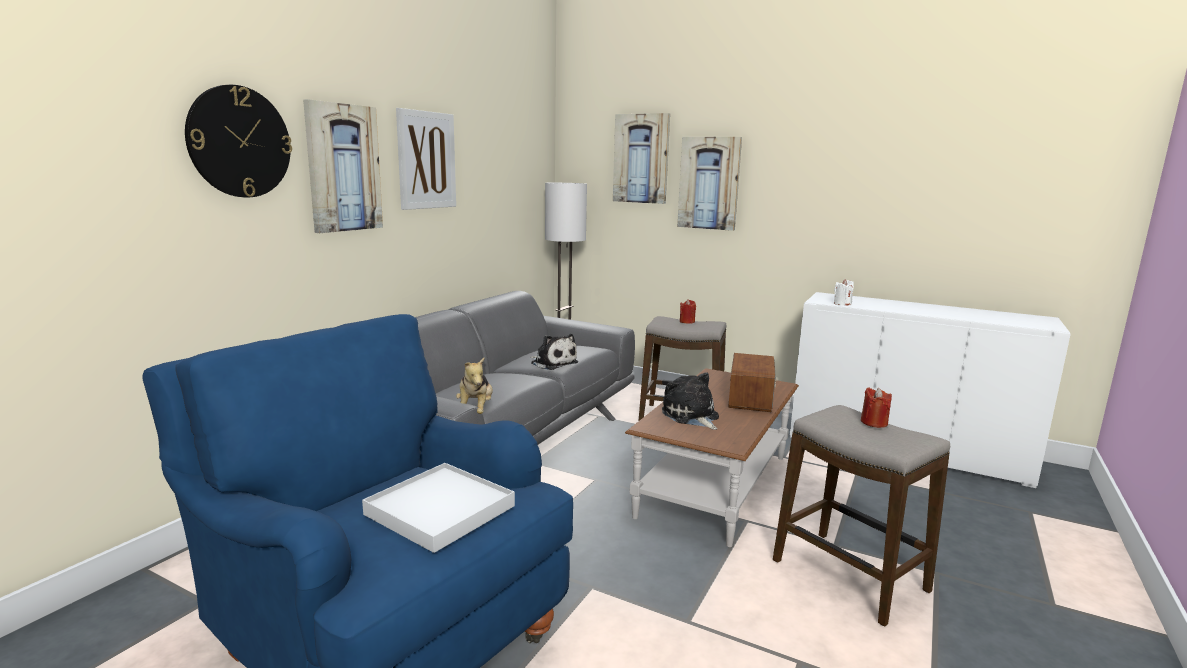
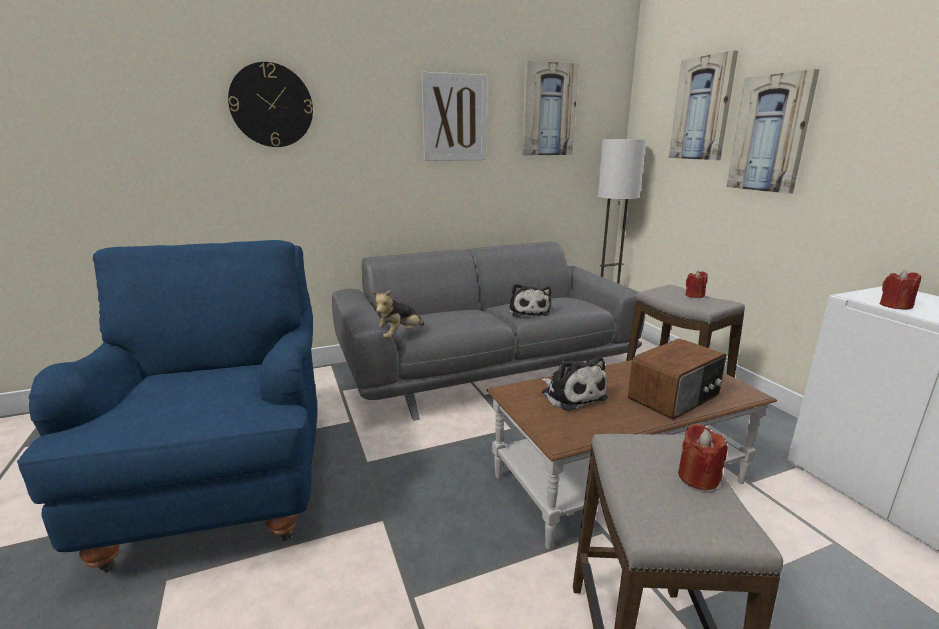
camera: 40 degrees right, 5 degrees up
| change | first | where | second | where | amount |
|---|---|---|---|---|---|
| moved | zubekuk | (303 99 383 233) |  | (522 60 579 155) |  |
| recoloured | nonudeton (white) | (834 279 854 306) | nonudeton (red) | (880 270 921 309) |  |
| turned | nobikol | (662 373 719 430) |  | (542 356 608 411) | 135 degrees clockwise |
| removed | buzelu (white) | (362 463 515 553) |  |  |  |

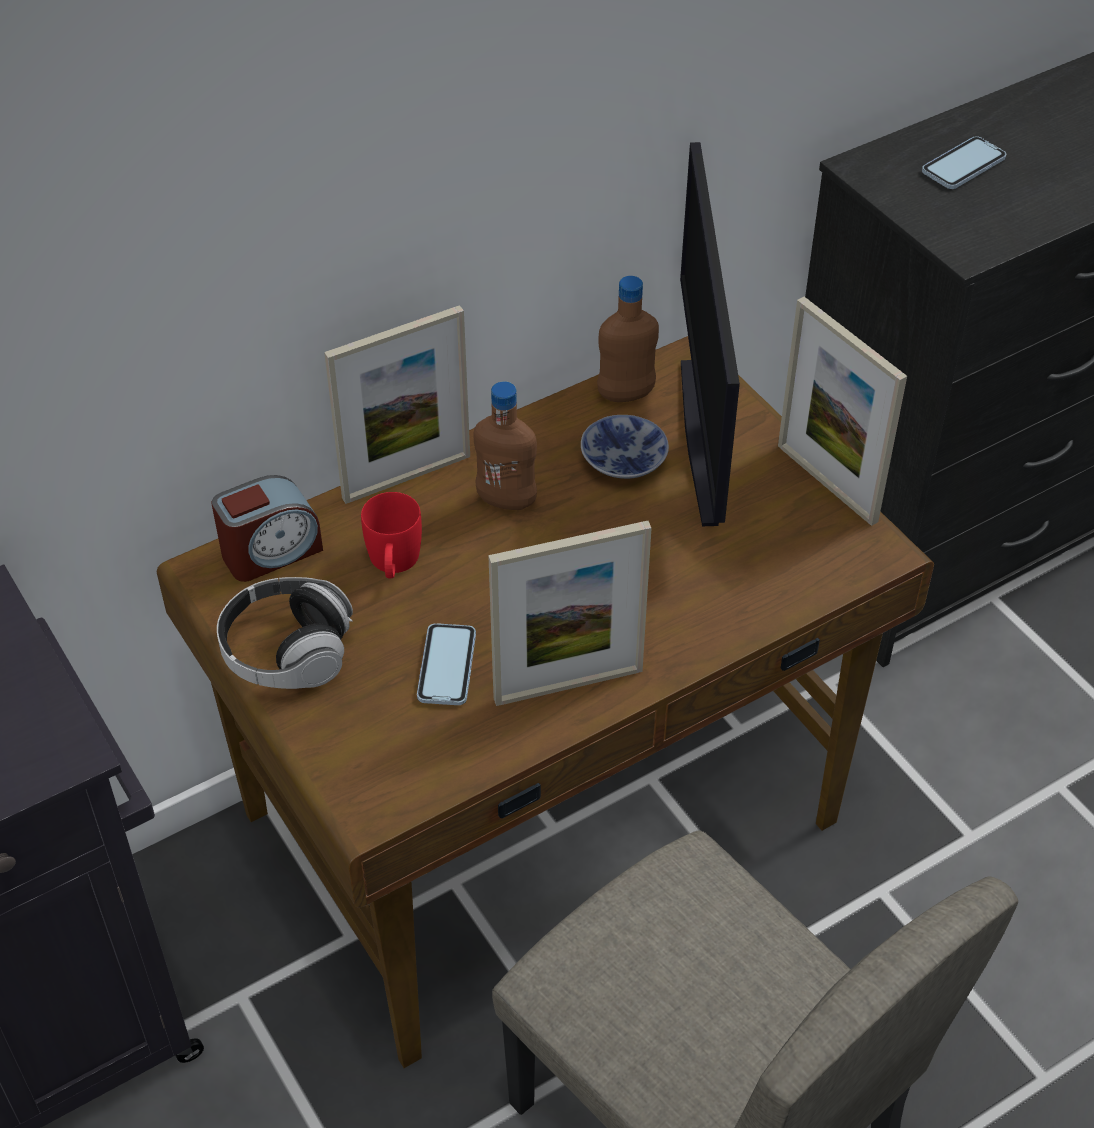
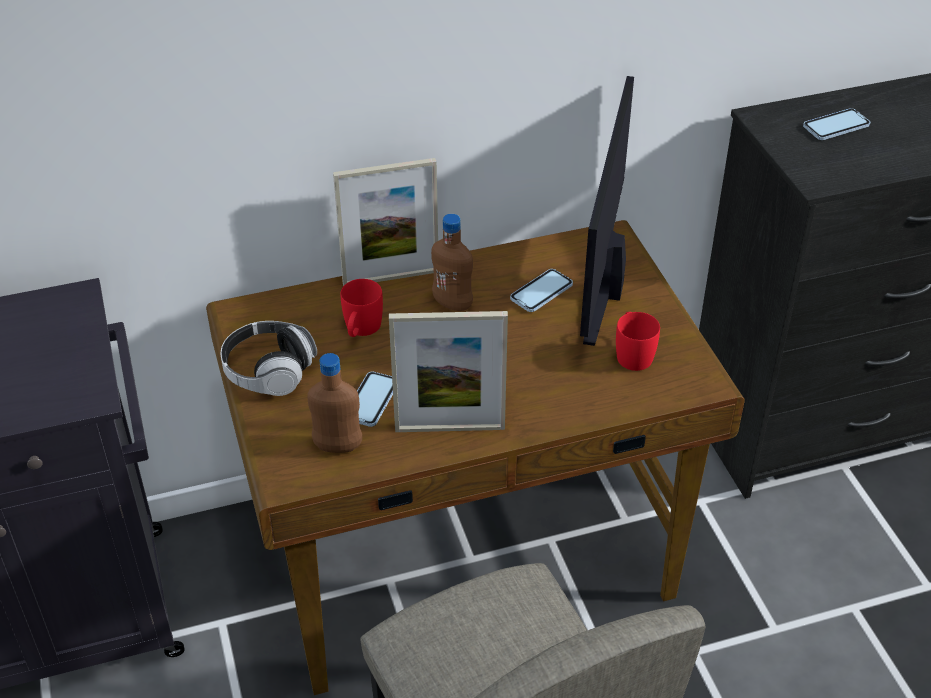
camera: 15 degrees right, 5 degrees down
| change | first | where | second | where | amount |
|---|---|---|---|---|---|
| moved | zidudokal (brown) | (597 276 659 402) |  | (307 353 362 453) |  |
| removed | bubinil | (778 297 907 526) |  |  |  |
| replaced | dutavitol | (581 415 669 479) | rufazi | (510 269 573 312) |  |
| removed | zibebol | (212 475 323 582) |  |  |  |
| added |  |  | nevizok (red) | (616 312 660 371) |  |

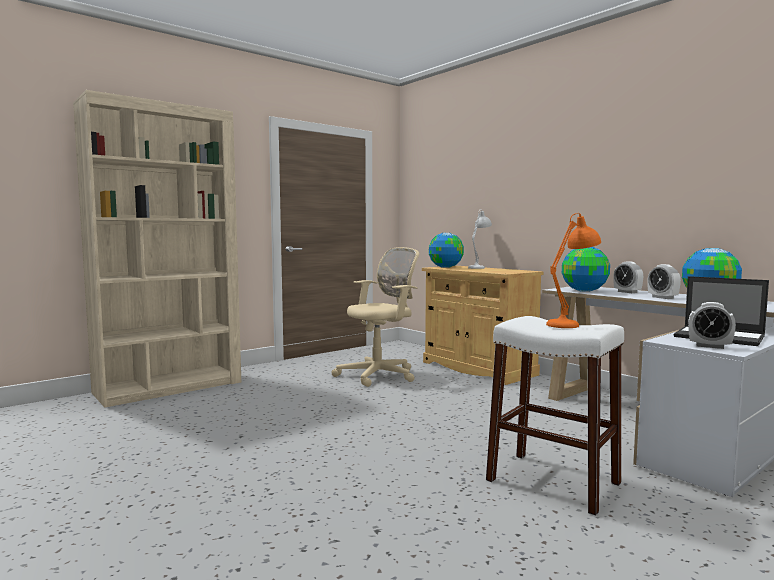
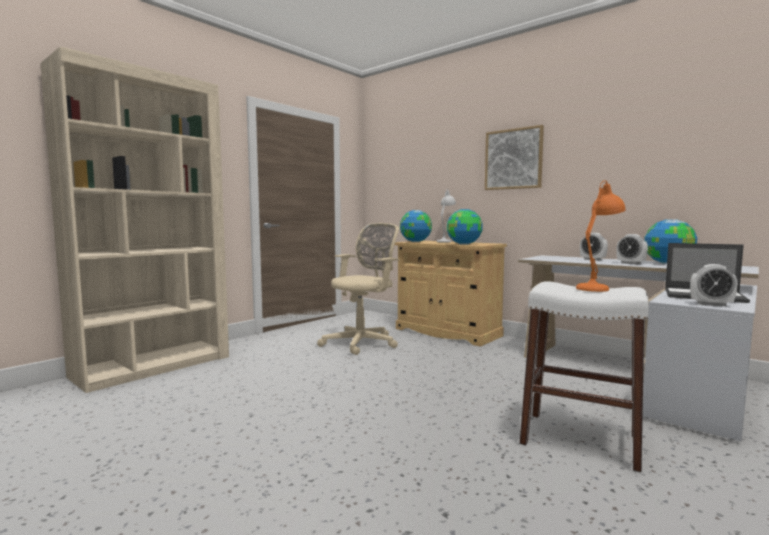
camera: 10 degrees left, 0 degrees up
| change | first | where | second | where | amount |
|---|---|---|---|---|---|
| moved | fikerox | (562 247 610 292) |  | (447 209 483 245) |  |
| added |  |  | zubekuk | (485 125 544 190) |  |

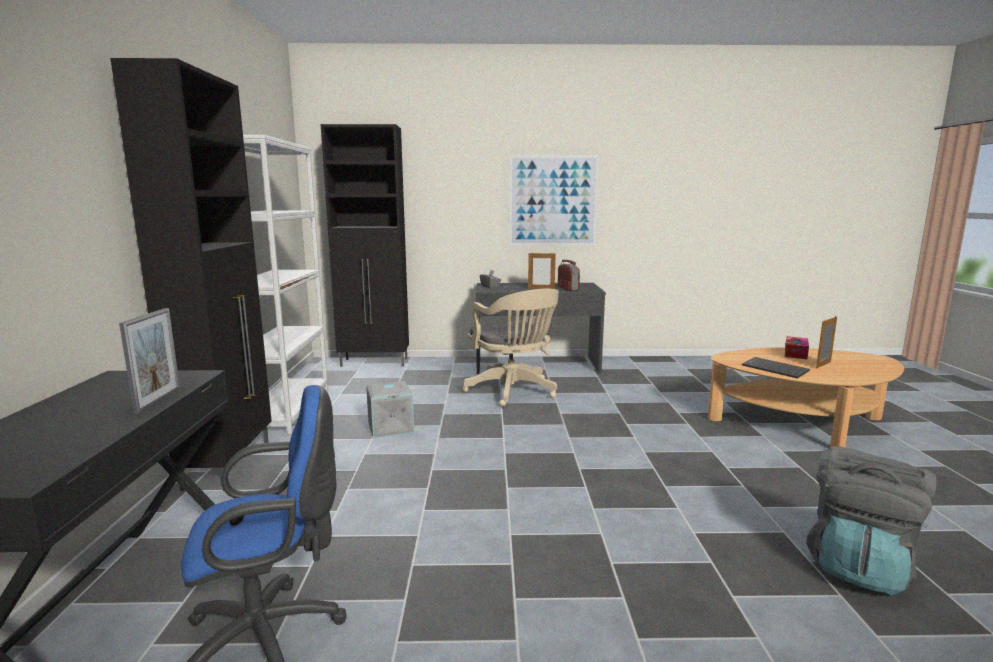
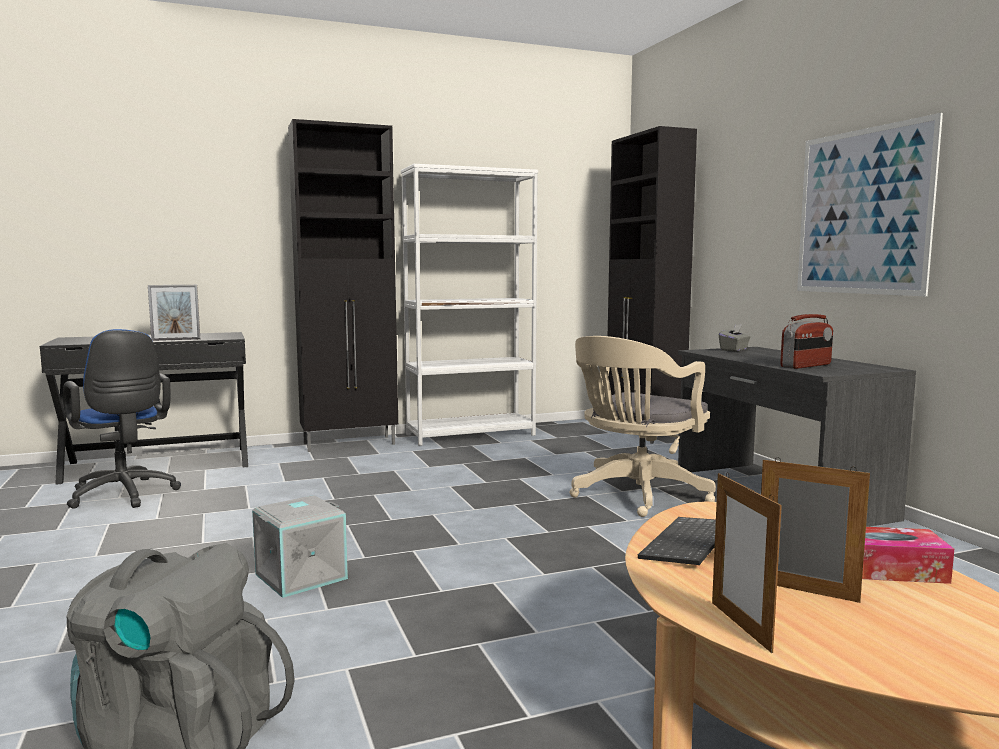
camera: 70 degrees right, 5 degrees down
| change | first | where | second | where | amount |
|---|---|---|---|---|---|
| moved | bubinil | (528 253 556 289) |  | (712 473 782 653) |  |
| moved | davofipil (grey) | (366 381 414 438) |  | (252 495 348 598) |  |

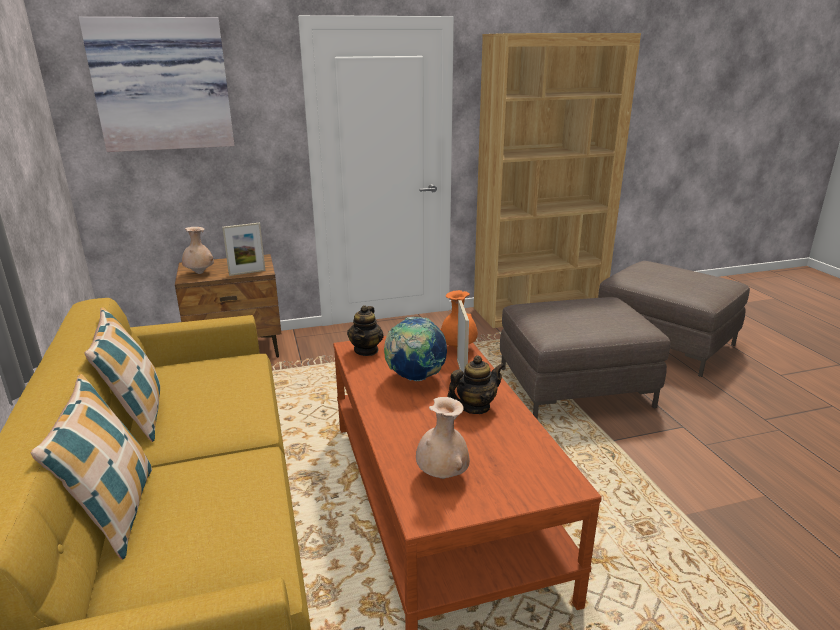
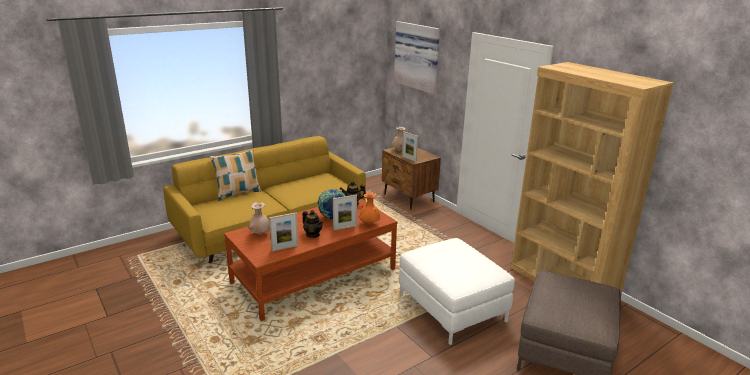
camera: 70 degrees right, 0 degrees up
| change | first | where | second | where | amount |
|---|---|---|---|---|---|
| recoloured | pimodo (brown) | (500 297 670 420) | pimodo (white) | (399 238 515 345) |  |
| removed | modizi | (84 307 160 442) |  |  |  |
| added |  |  | bubinil | (269 213 298 251) |  |

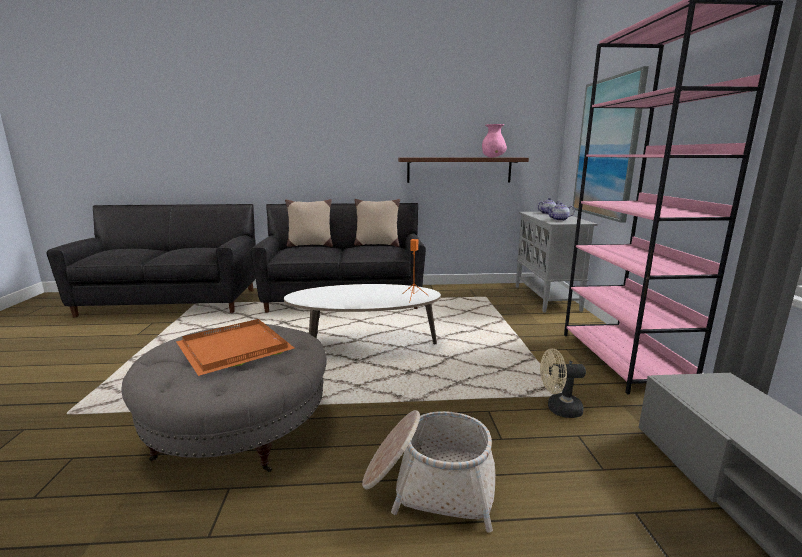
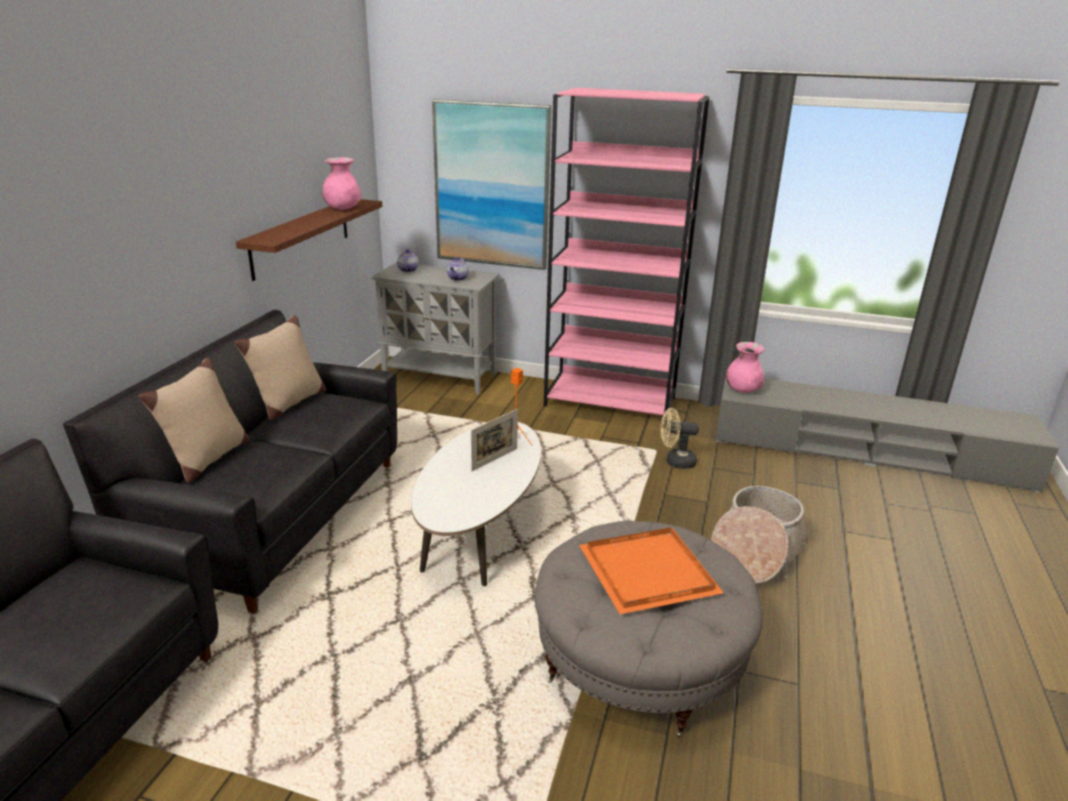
camera: 70 degrees left, 10 degrees up
| change | first | where | second | where | amount |
|---|---|---|---|---|---|
| turned | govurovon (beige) | (540 348 586 418) |  | (661 408 699 469) | 75 degrees clockwise |
| added |  |  | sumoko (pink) | (726 342 765 393) |  |
| added |  |  | bubinil | (471 409 518 471) |  |

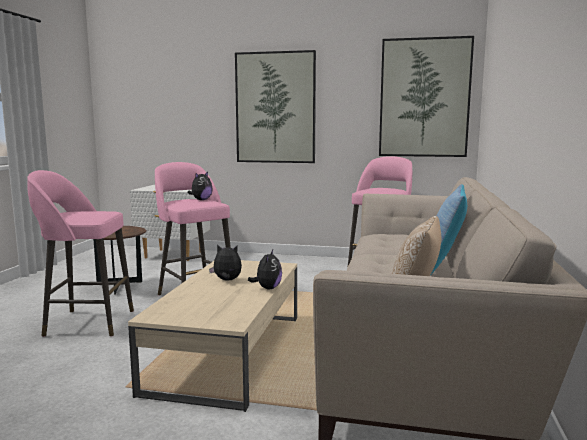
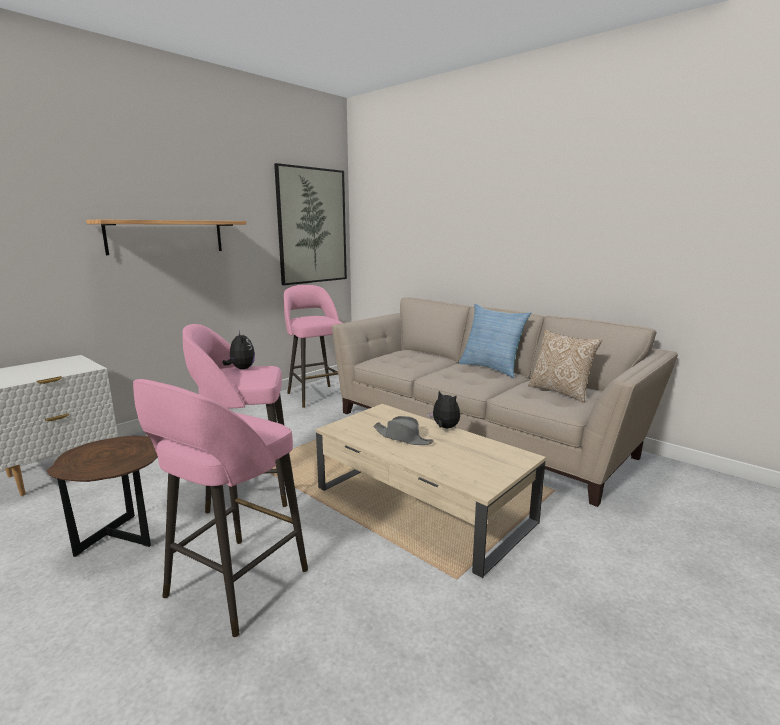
camera: 60 degrees left, 5 degrees up
| change | first | where | second | where | amount |
|---|---|---|---|---|---|
| replaced | zubekuk | (235 50 316 163) | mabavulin | (86 219 246 255) |  |
| replaced | nobikol | (209 244 242 280) | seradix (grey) | (373 416 434 445) |  |

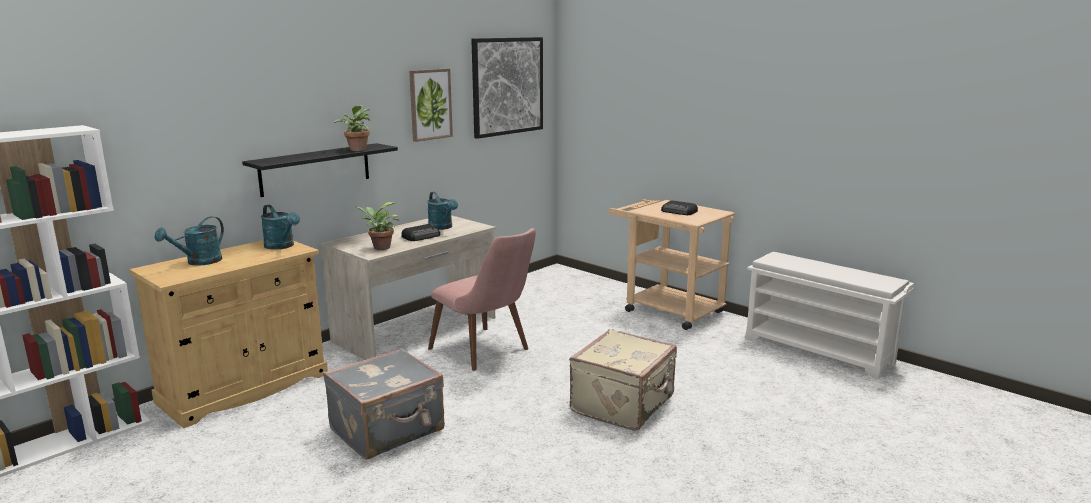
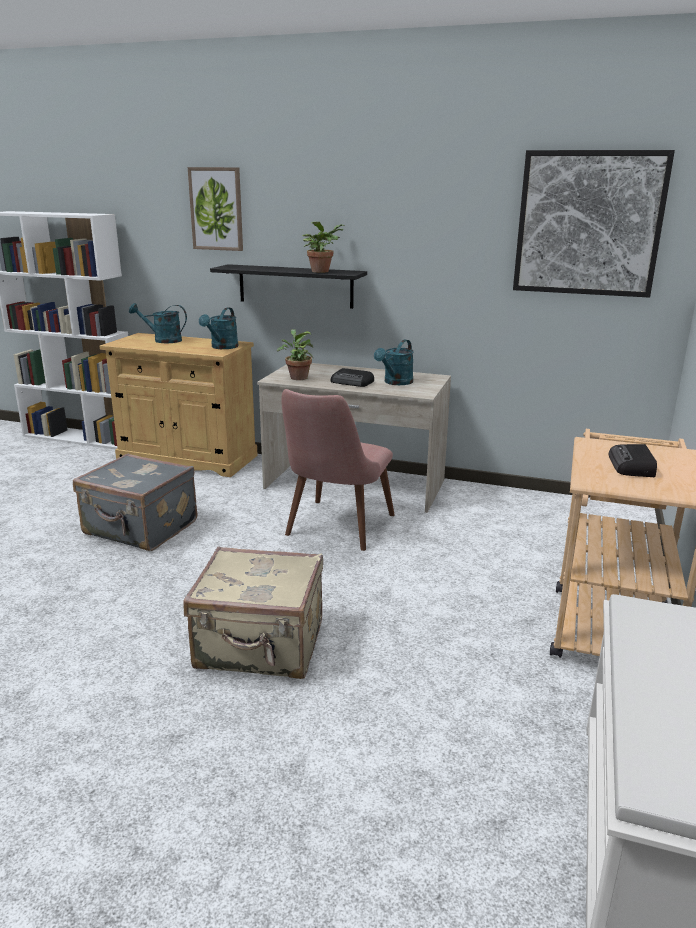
camera: 65 degrees right, 5 degrees up
| change | first | where | second | where | amount |
|---|---|---|---|---|---|
| moved | zubekuk | (409 68 453 142) |  | (188 167 243 251) |  |

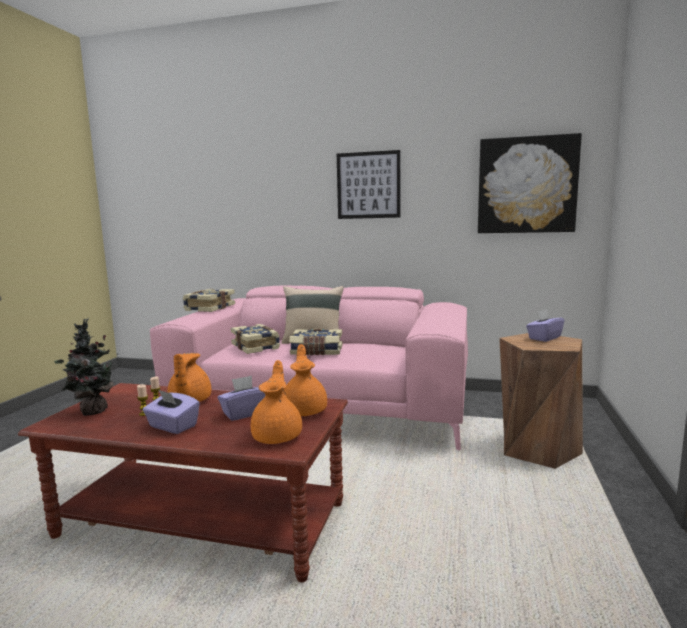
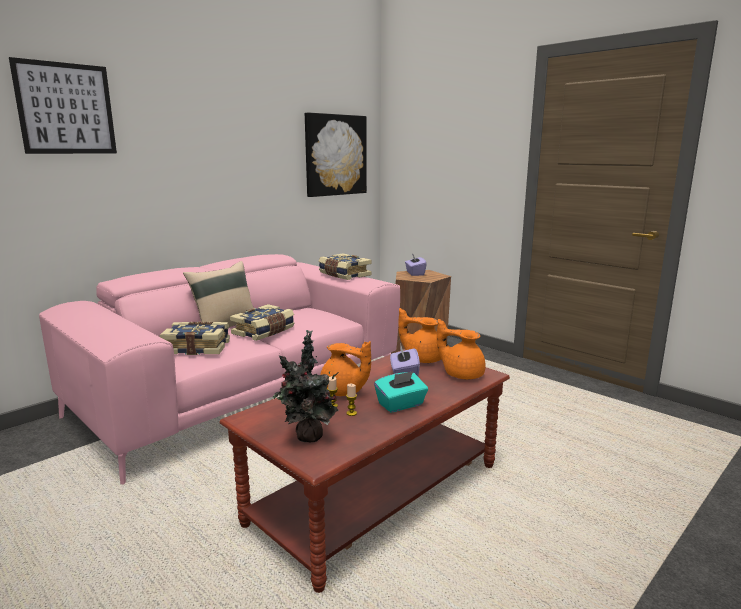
camera: 60 degrees left, 5 degrees up
| change | first | where | second | where | amount |
|---|---|---|---|---|---|
| moved | zubekuk | (337 150 400 219) |  | (9 57 117 154) |  |
| moved | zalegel | (183 289 235 312) |  | (319 253 371 280) |  |
| recoloured | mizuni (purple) | (143 390 200 434) | mizuni (turquoise) | (374 371 428 413) |  |

